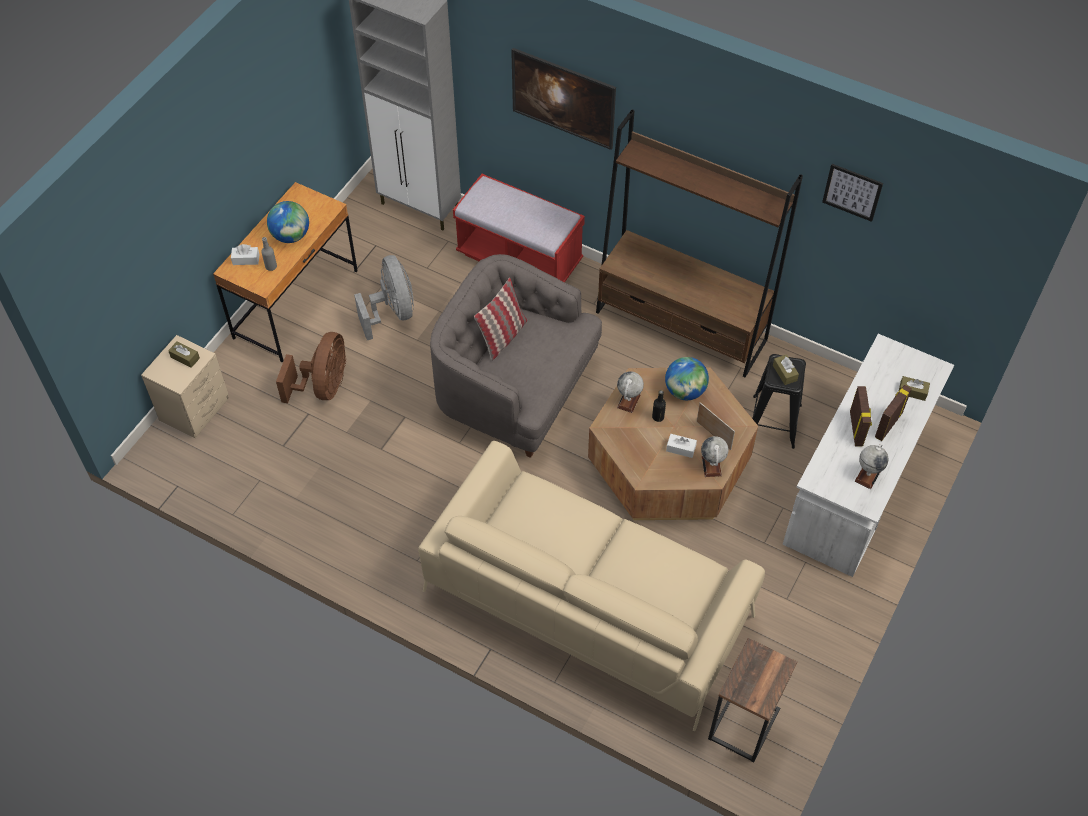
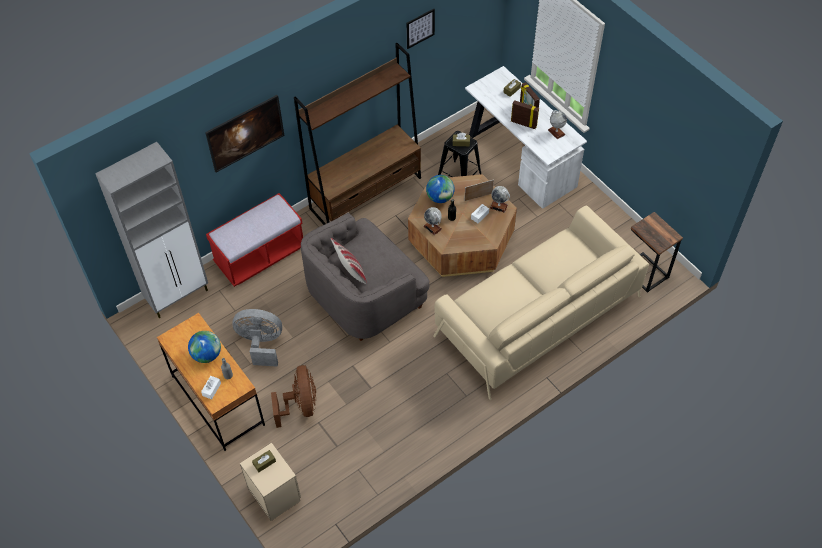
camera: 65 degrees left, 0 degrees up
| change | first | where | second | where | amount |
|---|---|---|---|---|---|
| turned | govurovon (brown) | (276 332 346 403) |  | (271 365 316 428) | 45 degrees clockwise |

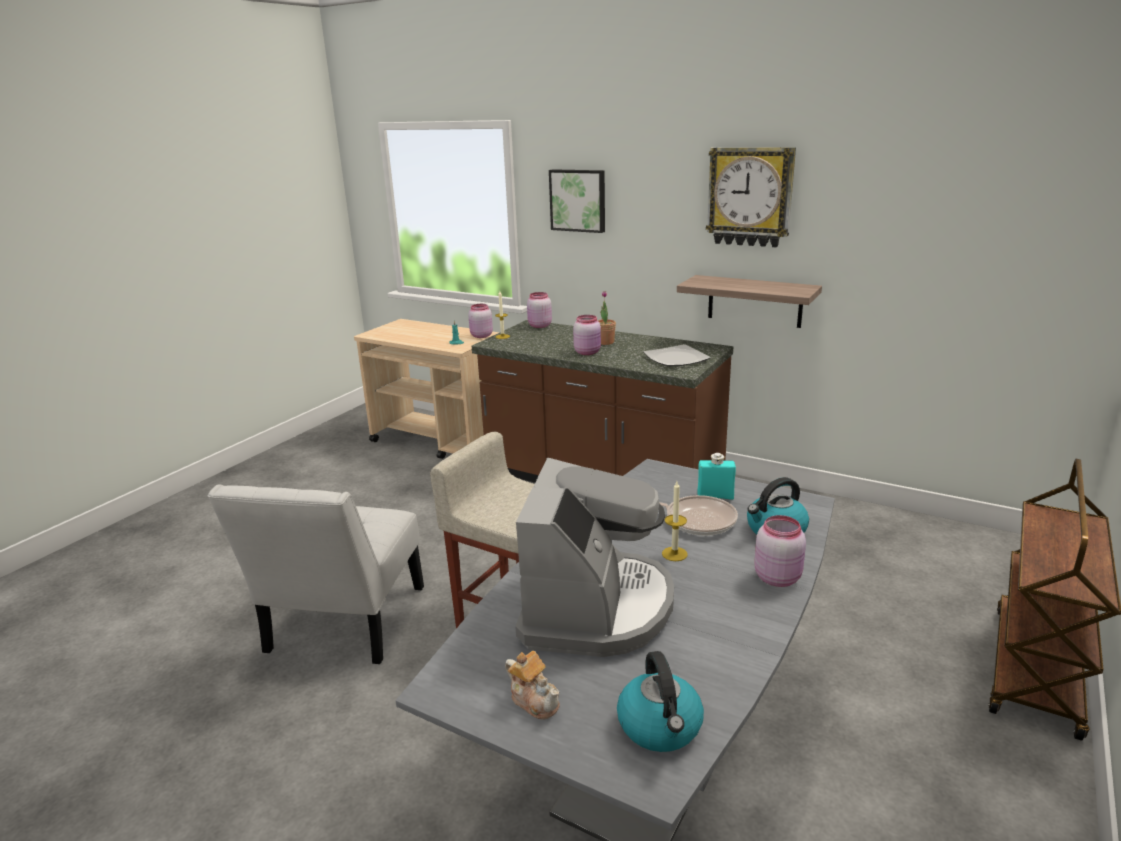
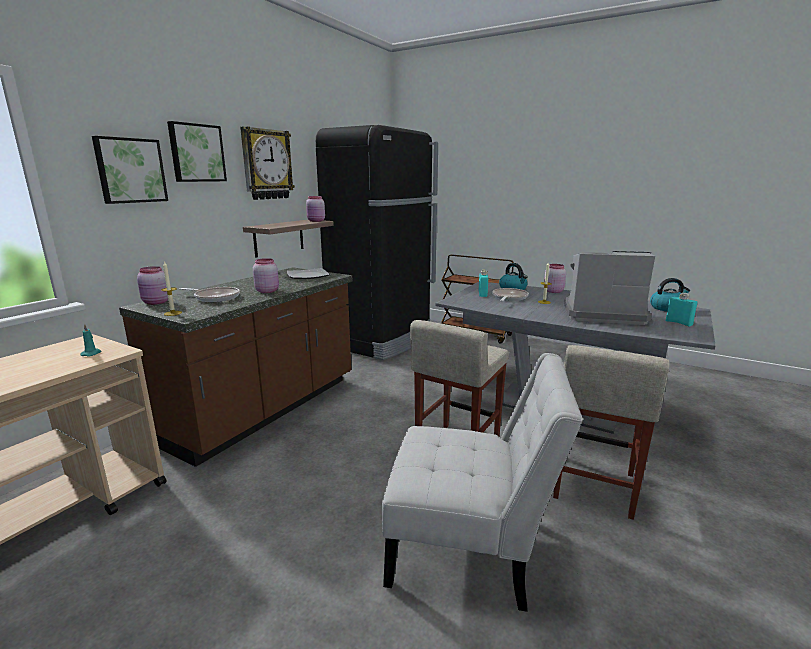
camera: 90 degrees left, 5 degrees down
| change | first | where | second | where | amount |
|---|---|---|---|---|---|
| removed | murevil | (598 291 616 345) |  |  |  |
| moved | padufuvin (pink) | (468 304 493 338) |  | (306 196 325 222) |  |
| replaced | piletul | (505 651 560 720) | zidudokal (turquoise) | (666 293 697 326) |  |
| added |  |  | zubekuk | (167 121 227 182) |  |
| added |  |  | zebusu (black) | (316 125 438 360) |  |
| added |  |  | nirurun | (179 287 240 302) |  |
| added |  |  | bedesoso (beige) | (553 345 669 520) |  |

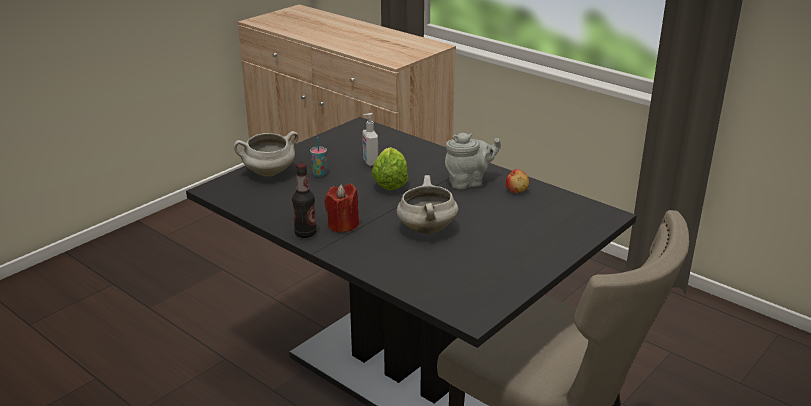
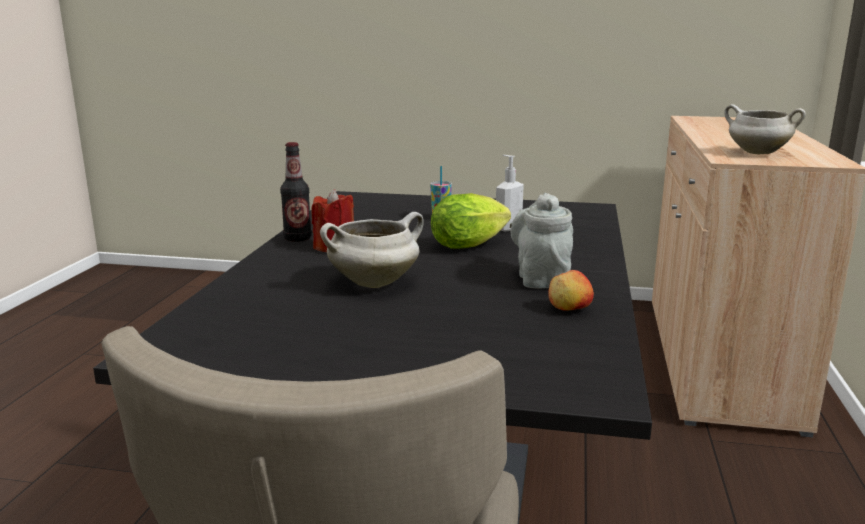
camera: 60 degrees right, 10 degrees down
| change | first | where | second | where | amount |
|---|---|---|---|---|---|
| moved | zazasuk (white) | (234 131 299 176) |  | (724 104 806 154) |  |
| turned | piletul (grey) | (445 133 501 189) |  | (510 193 573 288) | 135 degrees counterclockwise |

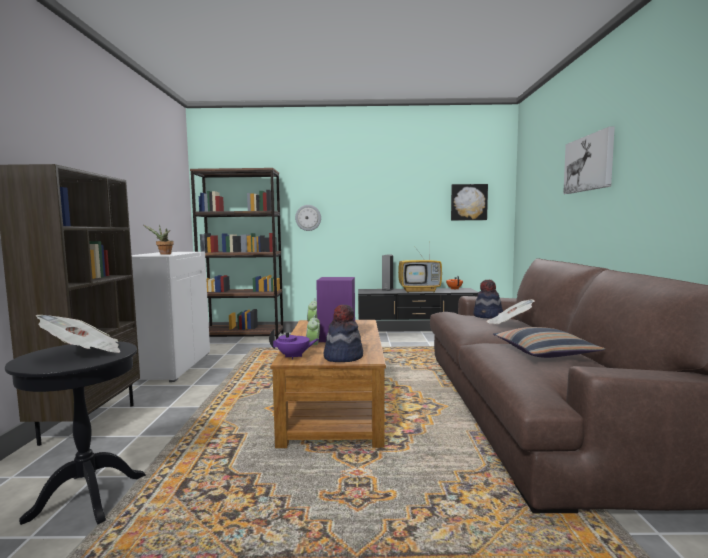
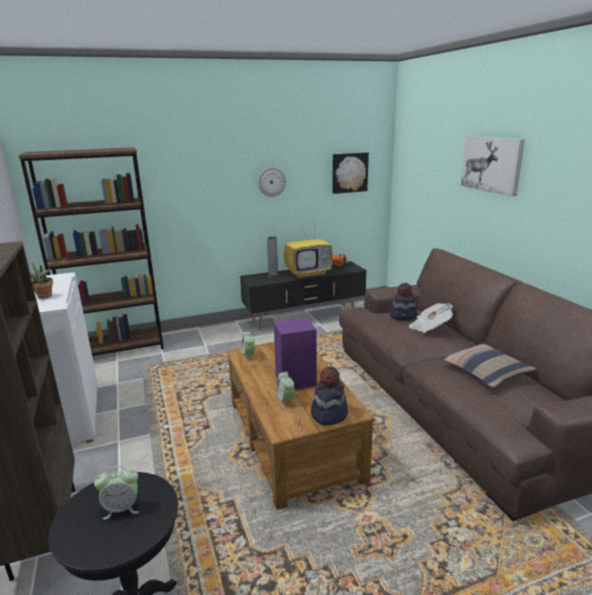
camera: 20 degrees left, 15 degrees up
| change | first | where | second | where | amount |
|---|---|---|---|---|---|
| moved | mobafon | (295 205 321 231) |  | (258 167 286 197) |  |
| replaced | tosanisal | (36 315 121 353) | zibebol | (94 466 139 520) |  |
| removed | piletul (purple) | (269 329 318 360) |  |  |  |

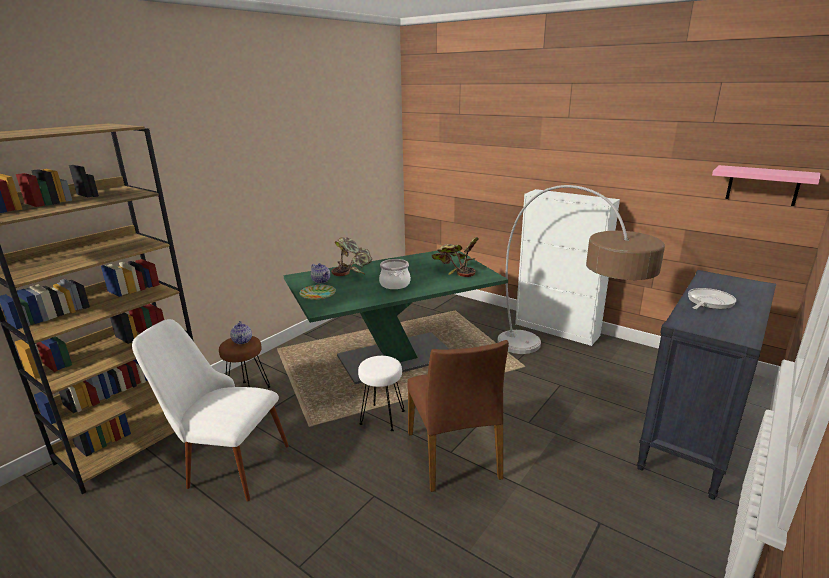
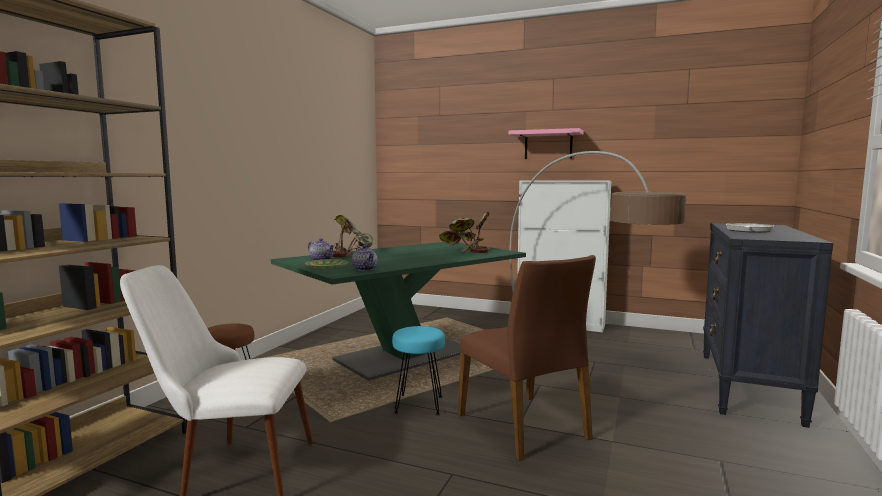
camera: 15 degrees left, 15 degrees down
| change | first | where | second | where | amount |
|---|---|---|---|---|---|
| moved | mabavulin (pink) | (712 165 820 206) |  | (509 128 583 159) |  |
| removed | zazasuk | (379 259 411 289) |  |  |  |
| moved | piletul | (230 321 252 344) |  | (352 245 377 271) |  |
| recoloured | bedesoso (white) | (358 356 405 431) | bedesoso (turquoise) | (392 326 445 415) |  |

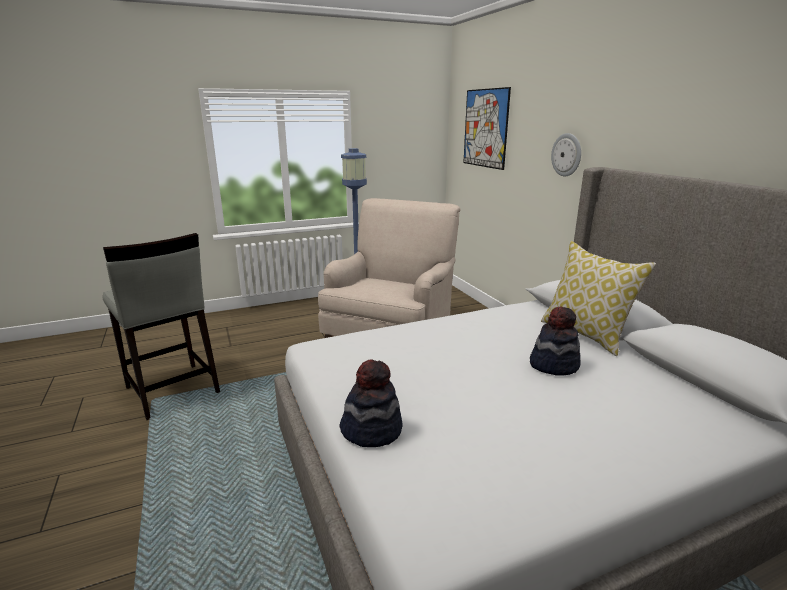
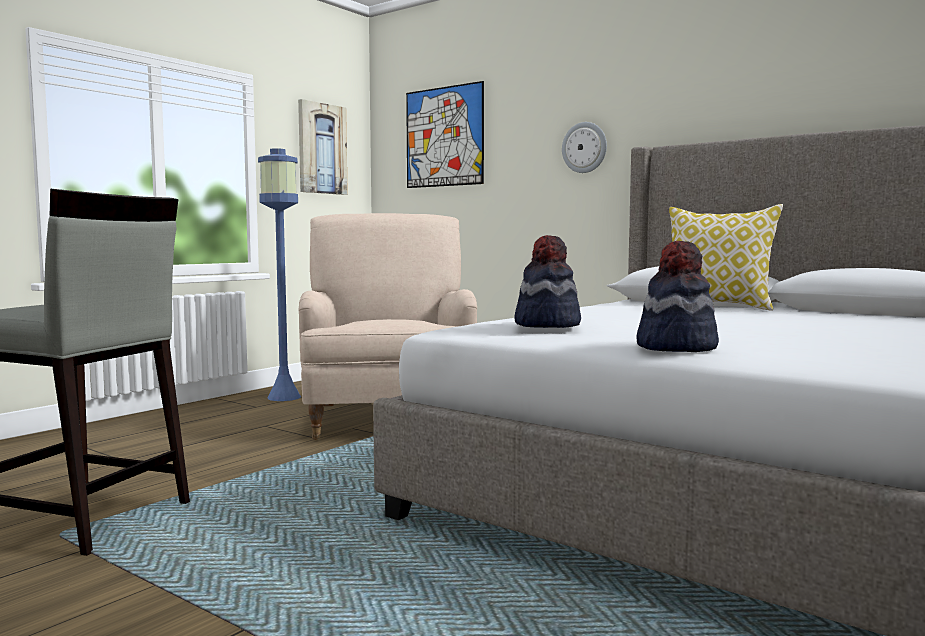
camera: 30 degrees left, 15 degrees down
| change | first | where | second | where | amount |
|---|---|---|---|---|---|
| moved | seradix | (530 306 581 376) |  | (514 235 581 328) |  |
| added |  |  | zubekuk | (298 99 348 195) |  |

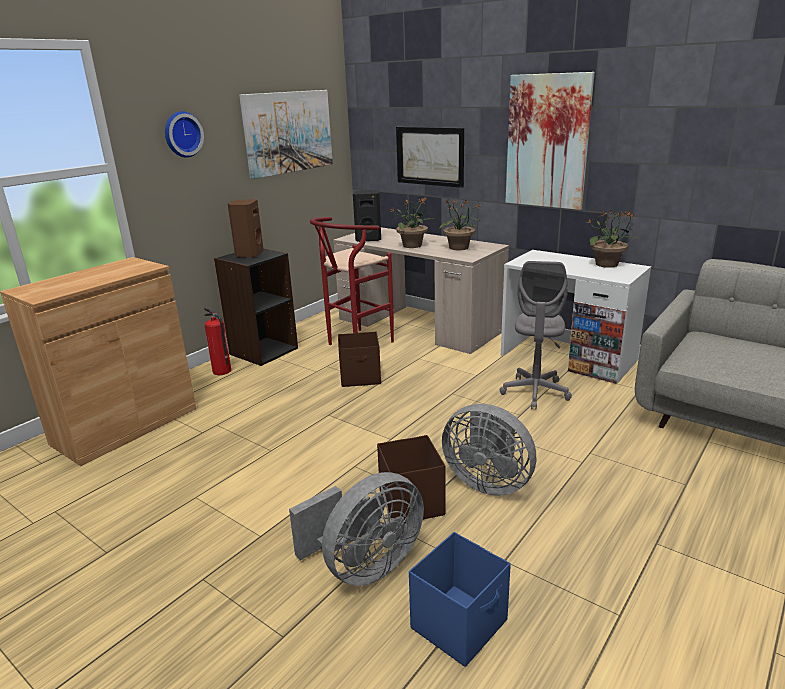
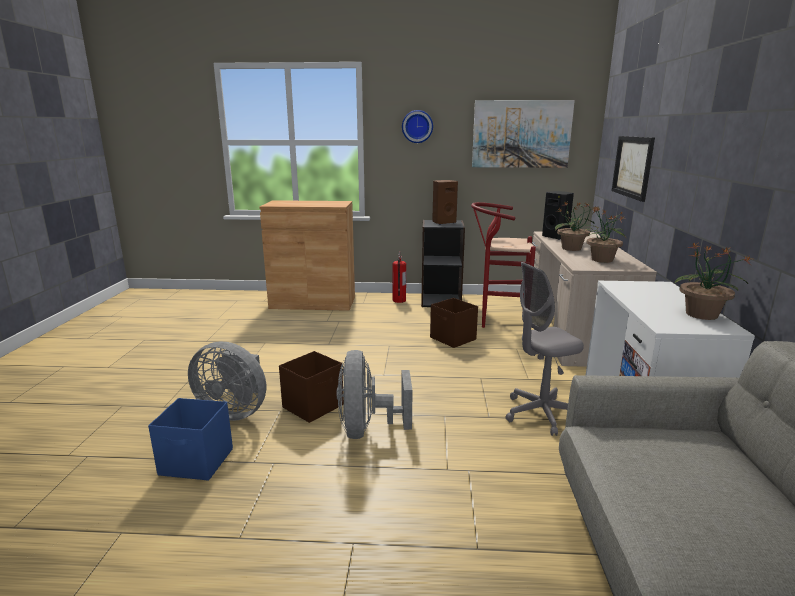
camera: 55 degrees right, 5 degrees down
| change | first | where | second | where | amount |
|---|---|---|---|---|---|
| removed | zubekuk | (505 72 594 210) |  |  |  |

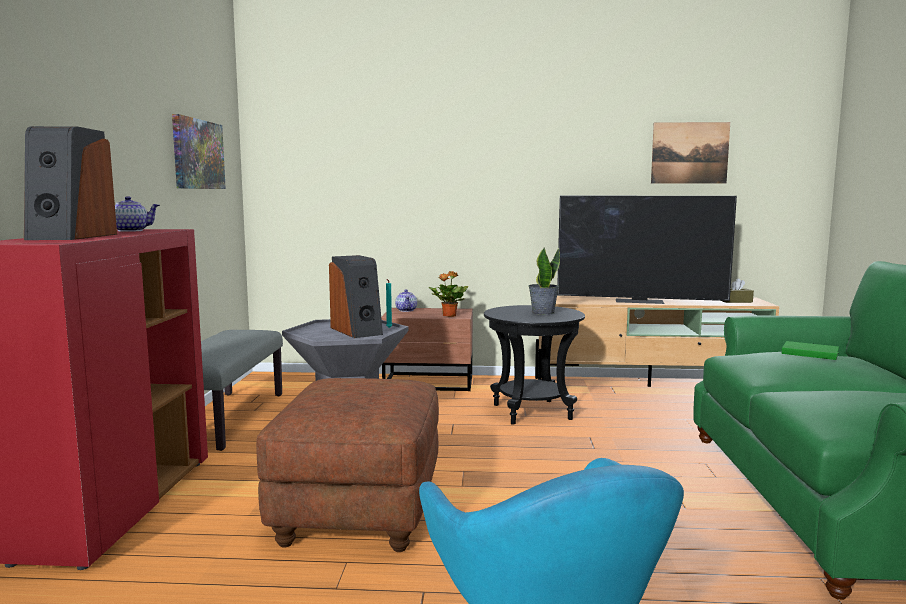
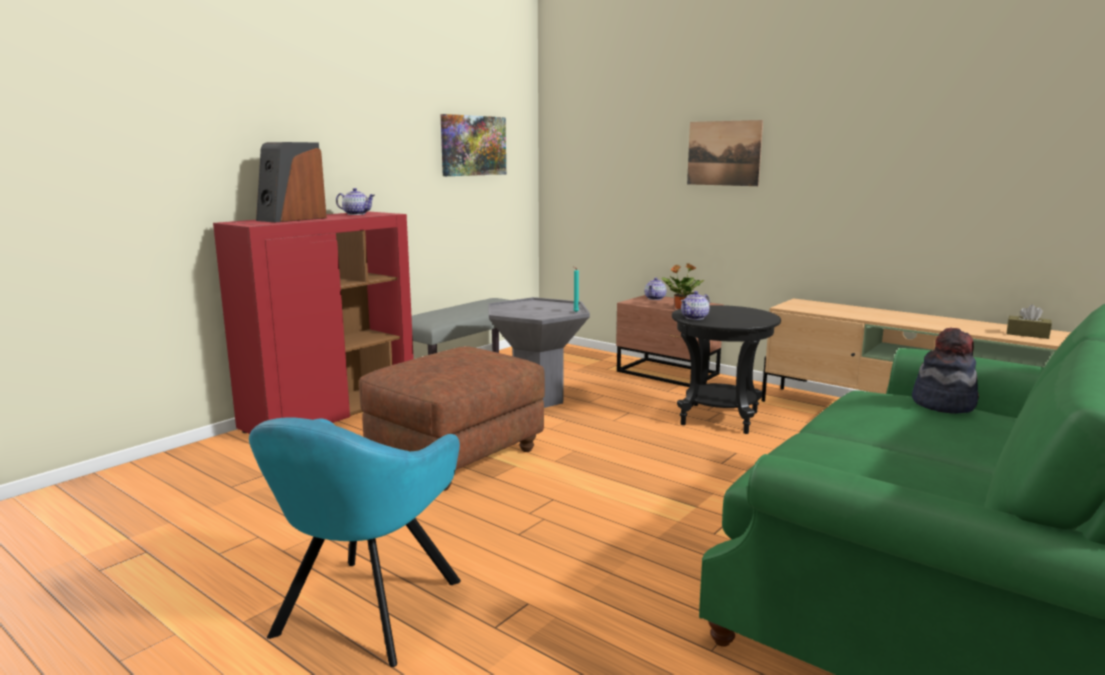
camera: 35 degrees right, 5 degrees up
| change | first | where | second | where | amount |
|---|---|---|---|---|---|
| moved | zubekuk | (651 122 730 184) |  | (687 120 763 186) |  |
| removed | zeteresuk | (557 196 737 304) |  |  |  |
| removed | murevil | (529 248 560 315) |  |  |  |
| removed | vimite | (329 255 383 338) |  |  |  |
| replaced | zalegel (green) | (782 341 839 360) | seradix | (912 327 979 414) |  |
| added |  |  | piletul | (681 291 710 320) |  |

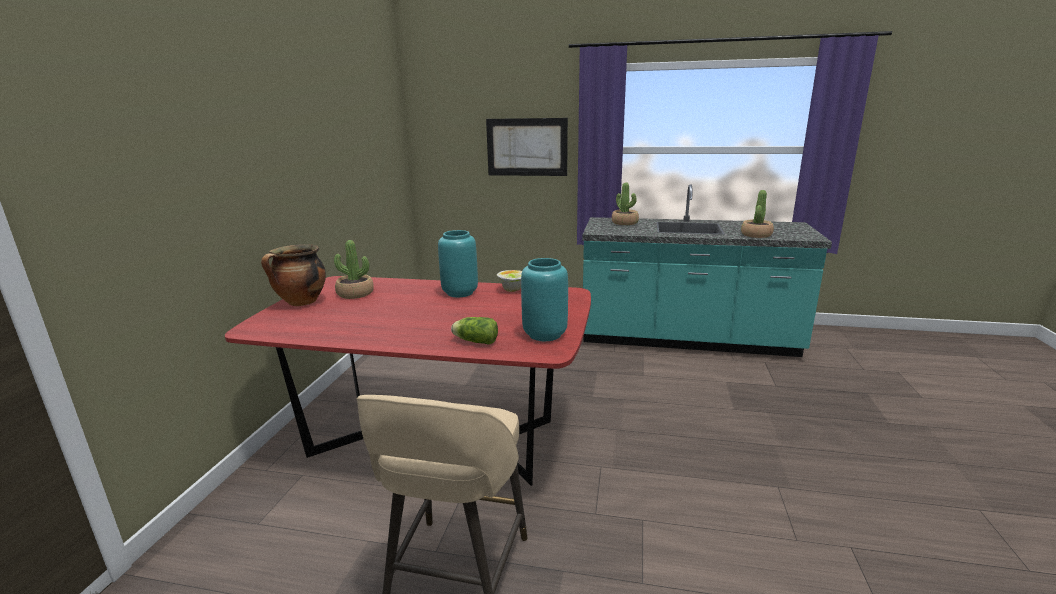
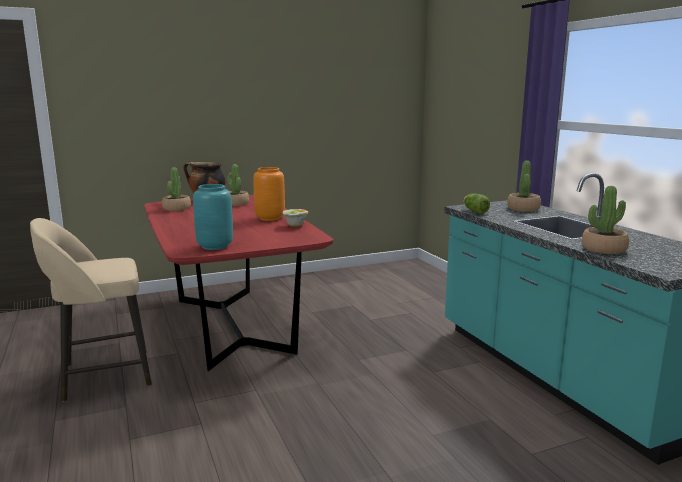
camera: 55 degrees right, 5 degrees down
| change | first | where | second | where | amount |
|---|---|---|---|---|---|
| removed | zubekuk | (486 118 568 176) |  |  |  |
| recoloured | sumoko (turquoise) | (438 230 478 297) | sumoko (orange) | (253 167 285 221) |  |
| moved | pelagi | (451 317 498 345) |  | (464 193 490 214) |  |
| added |  |  | murevil | (162 167 191 211) |  |

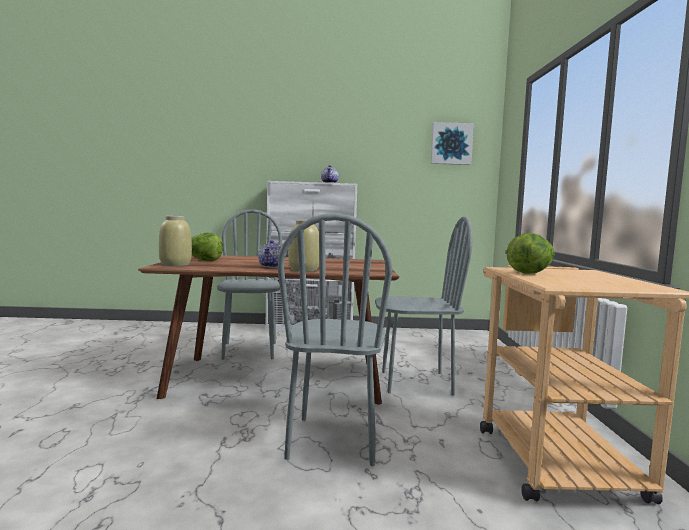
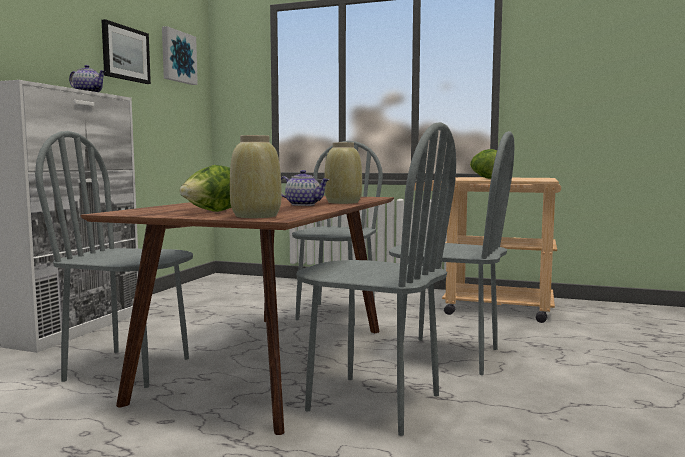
camera: 70 degrees left, 0 degrees up
| change | first | where | second | where | amount |
|---|---|---|---|---|---|
| added |  |  | zubekuk | (102 19 151 84) |  |
| added |  |  | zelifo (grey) | (296 122 456 436) |  |

